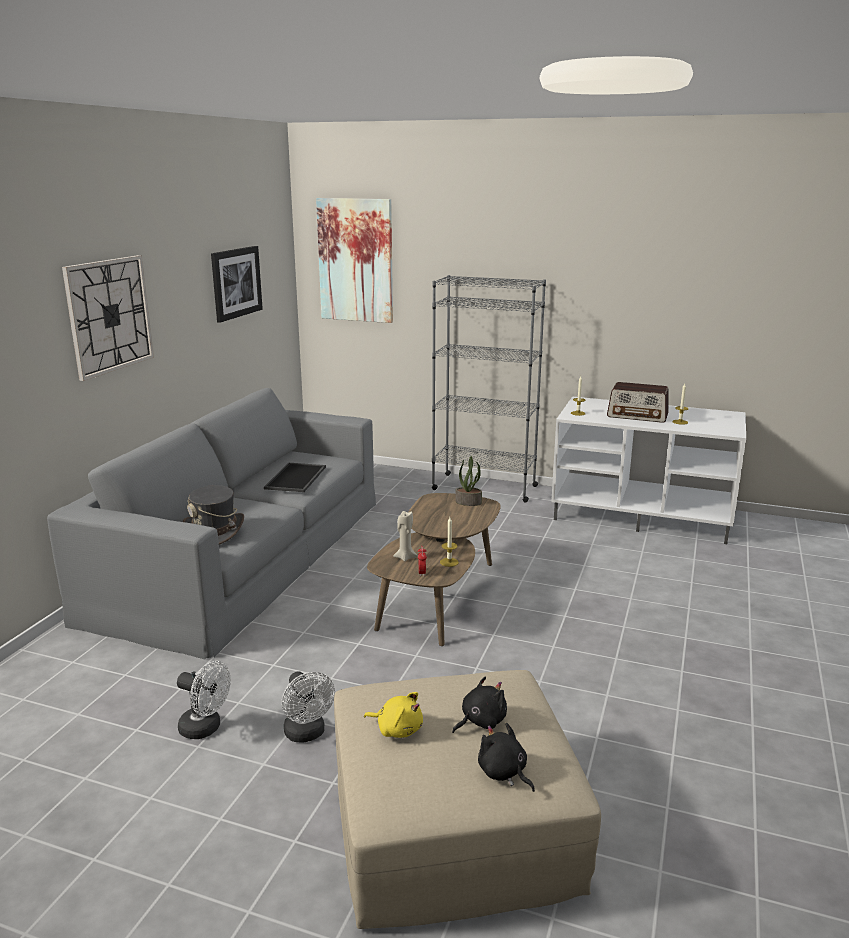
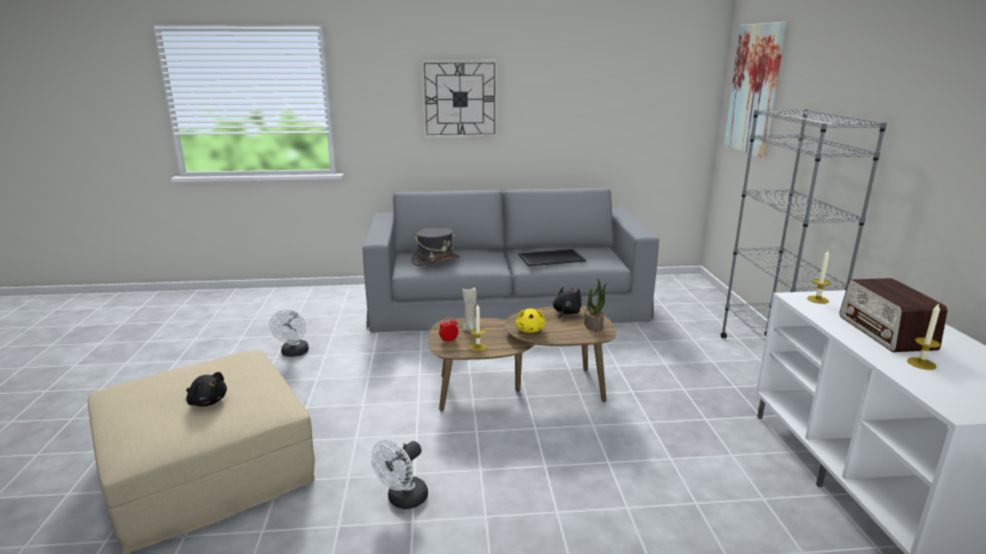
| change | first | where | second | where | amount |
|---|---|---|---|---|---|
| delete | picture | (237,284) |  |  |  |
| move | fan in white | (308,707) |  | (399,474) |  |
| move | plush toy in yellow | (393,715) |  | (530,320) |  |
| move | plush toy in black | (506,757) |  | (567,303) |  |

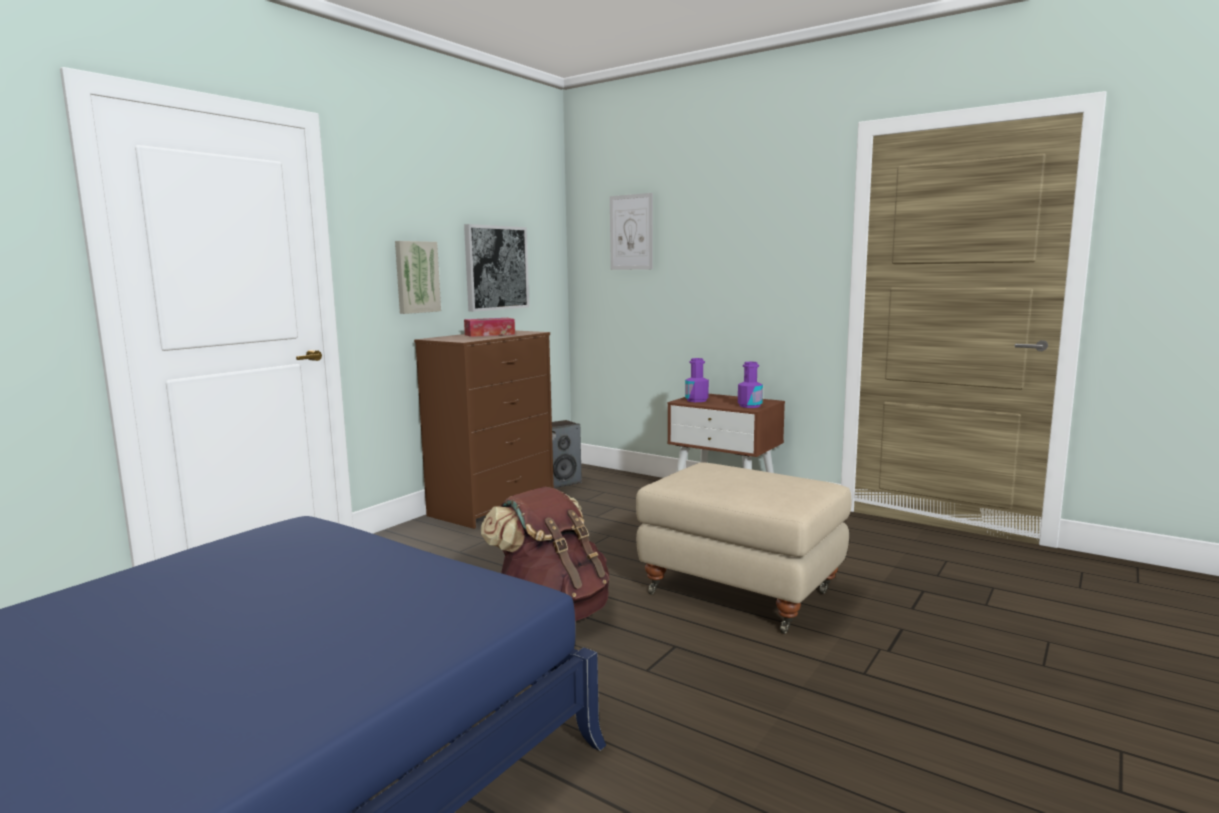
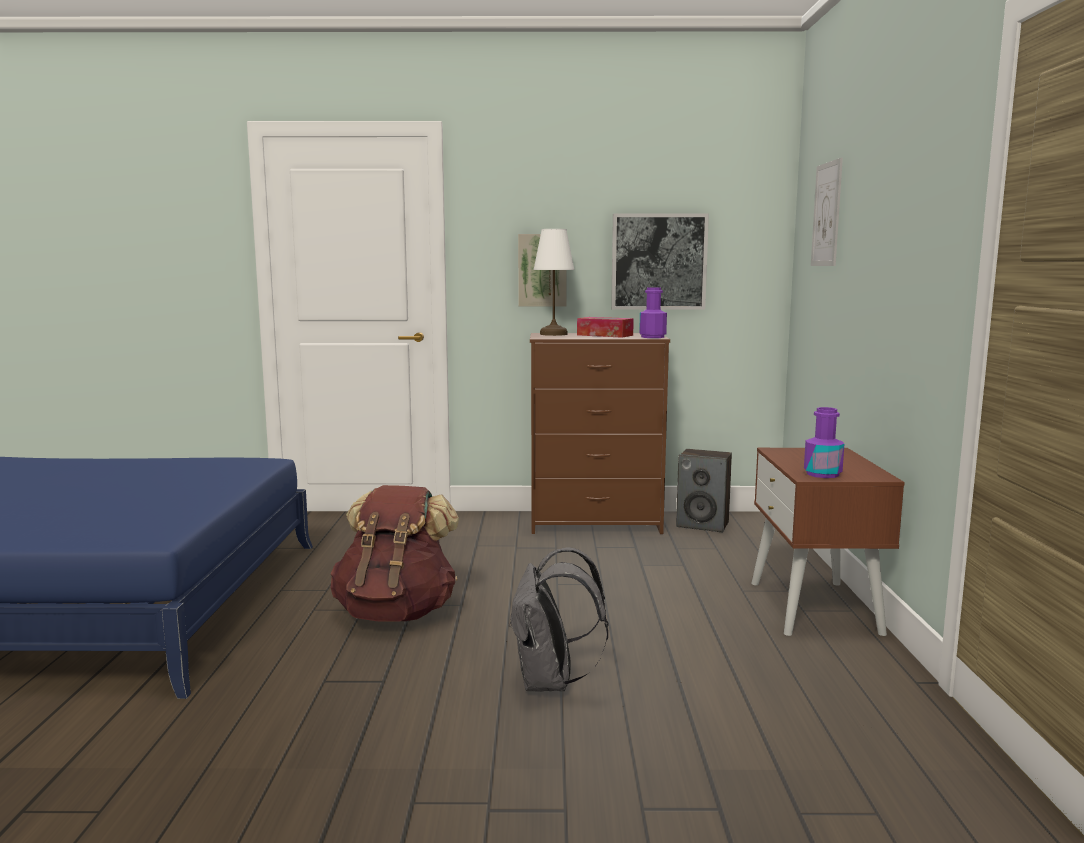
| change | first | where | second | where | amount |
|---|---|---|---|---|---|
| move | bottle in purple | (697,380) |  | (653,312) |  |
| replace | ottoman in beige | (743,548) | backpack in grey | (559,619) |  |
| insert |  |  | table lamp in white | (553,282) |  |

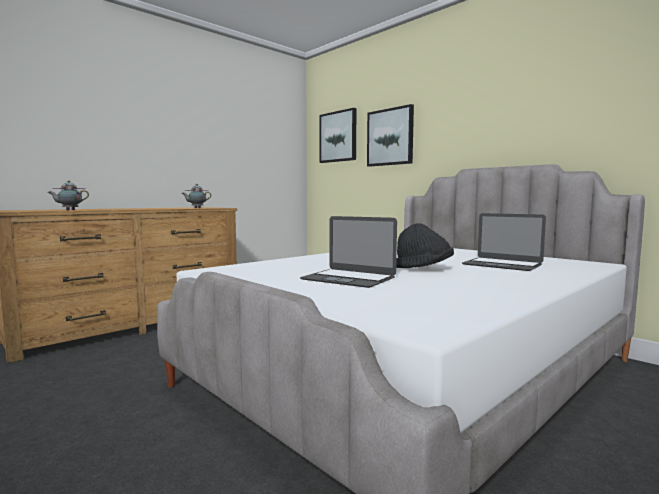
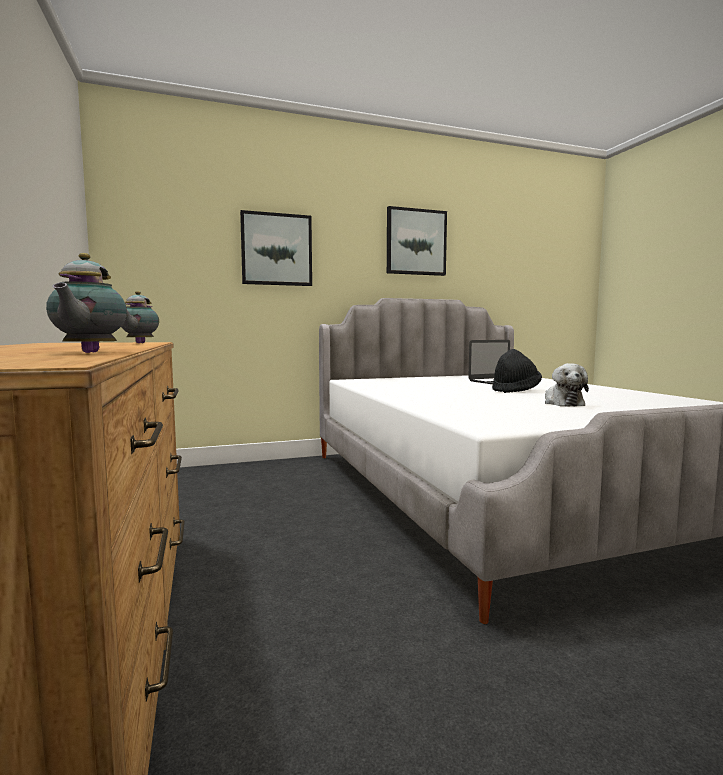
| change | first | where | second | where | amount |
|---|---|---|---|---|---|
| move | picture | (337,135) |  | (417,241) |  |
| replace | laptop | (348,252) | plush toy | (567,385) |  |

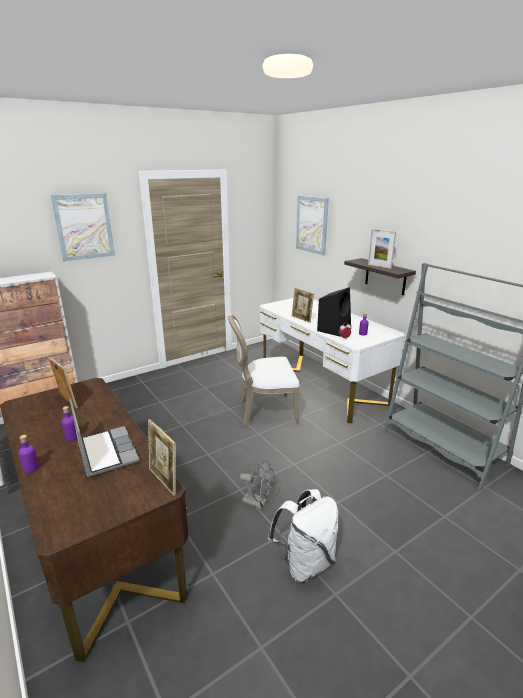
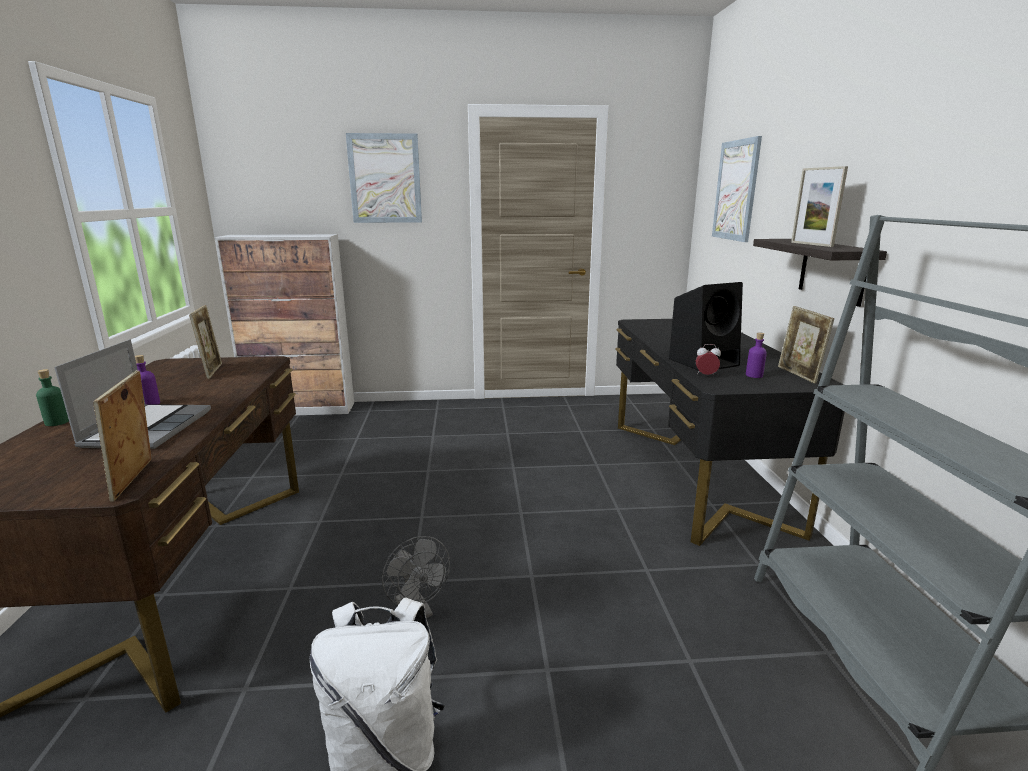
| change | first | where | second | where | amount |
|---|---|---|---|---|---|
| move | picture frame | (303,305) |  | (806,345) |  |
| recolor | desk in white | (332,360) | desk in black | (730,432) |  |
| delete | chair in white | (263,370) |  |  |  |
| recolor | bottle in purple | (29,454) | bottle in green | (52,397) |  |

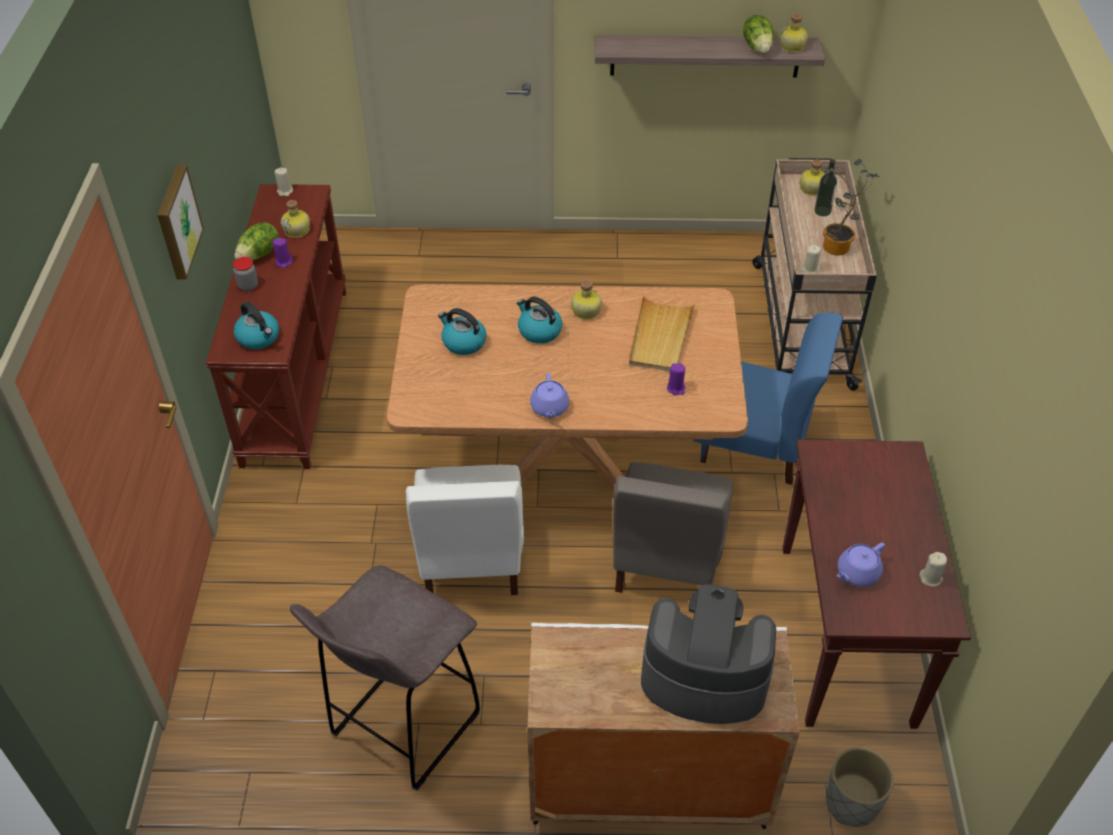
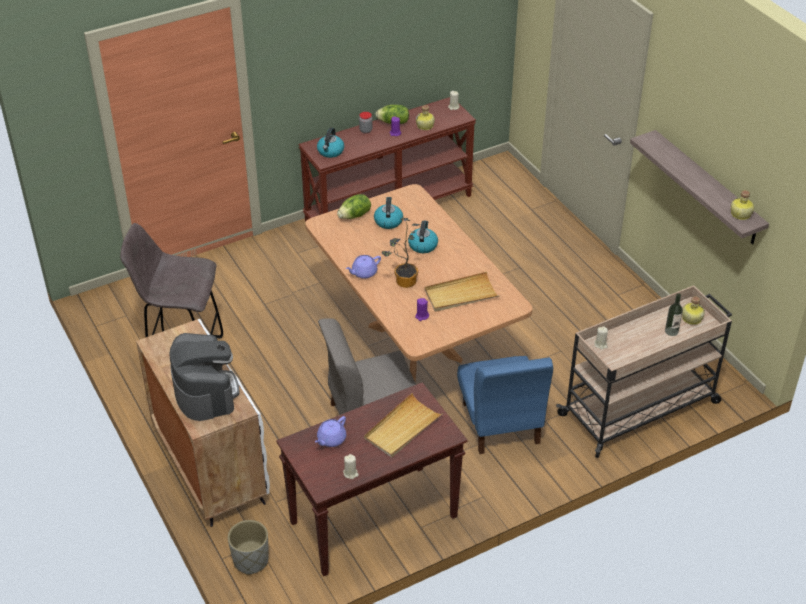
| change | first | where | second | where | amount |
|---|---|---|---|---|---|
| move | lettuce | (758,34) |  | (354,206) |  |
| move | potted plant | (851,207) |  | (401,253) |  |
| delete | picture | (181,222) |  |  |  |
| delete | bottle | (586,300) |  |  |  |
| delete | chair in white | (465,530) |  |  |  |
| rotate | teapot in purple | (861,565) |  | (330,431) | 75 degrees counterclockwise |
| insert |  |  | tray in beige | (403,425) |  |

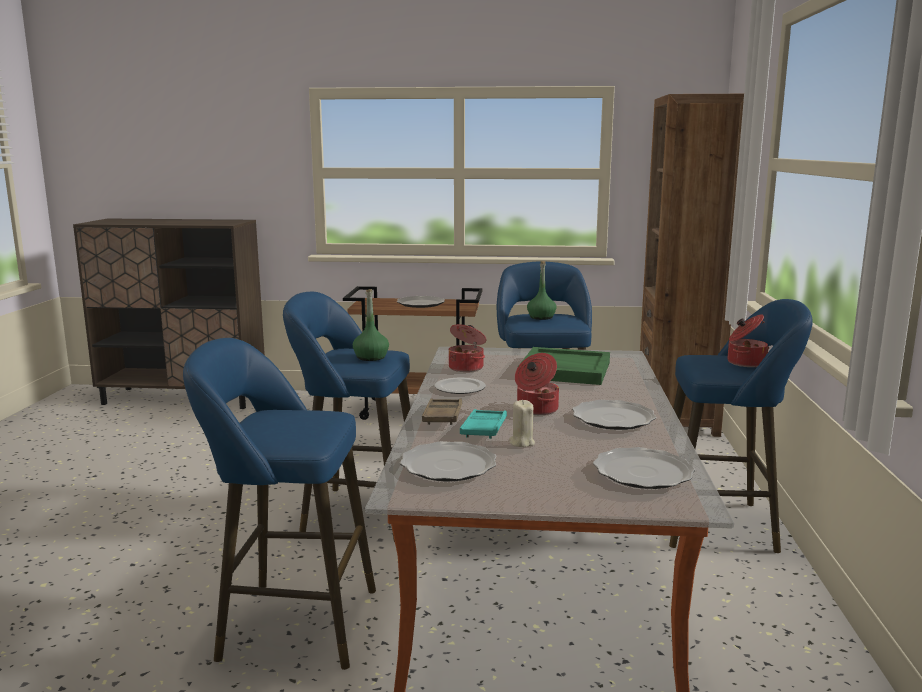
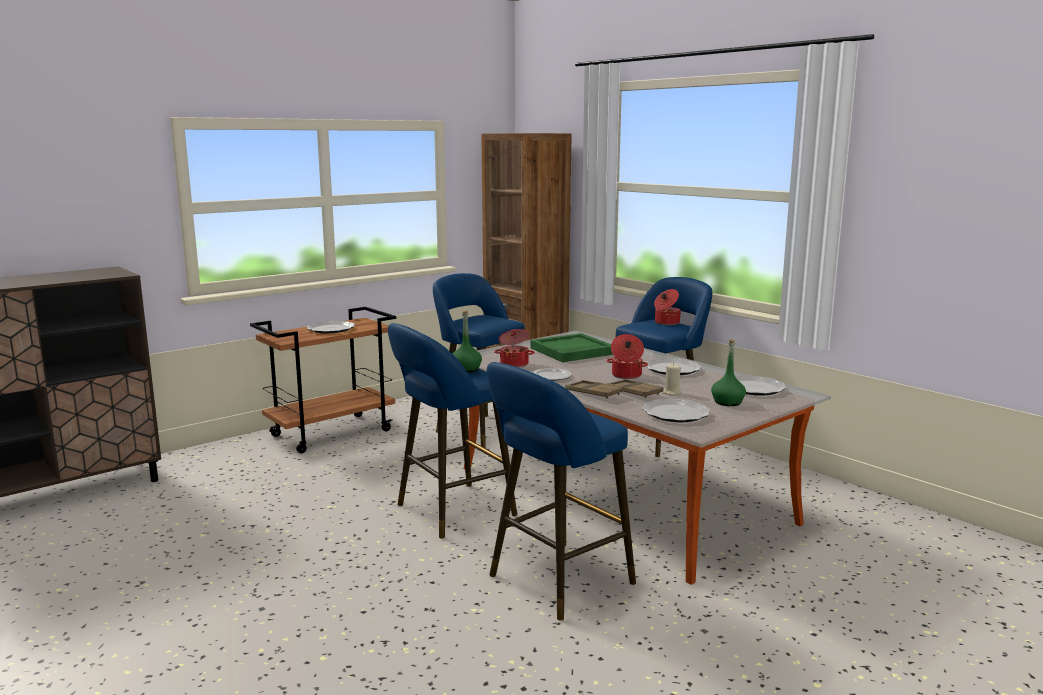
| change | first | where | second | where | amount |
|---|---|---|---|---|---|
| move | bottle in green | (542,290) |  | (728,372) |  |
| recolor | tray in turquoise | (483,424) | tray in brown | (635,388) |  |

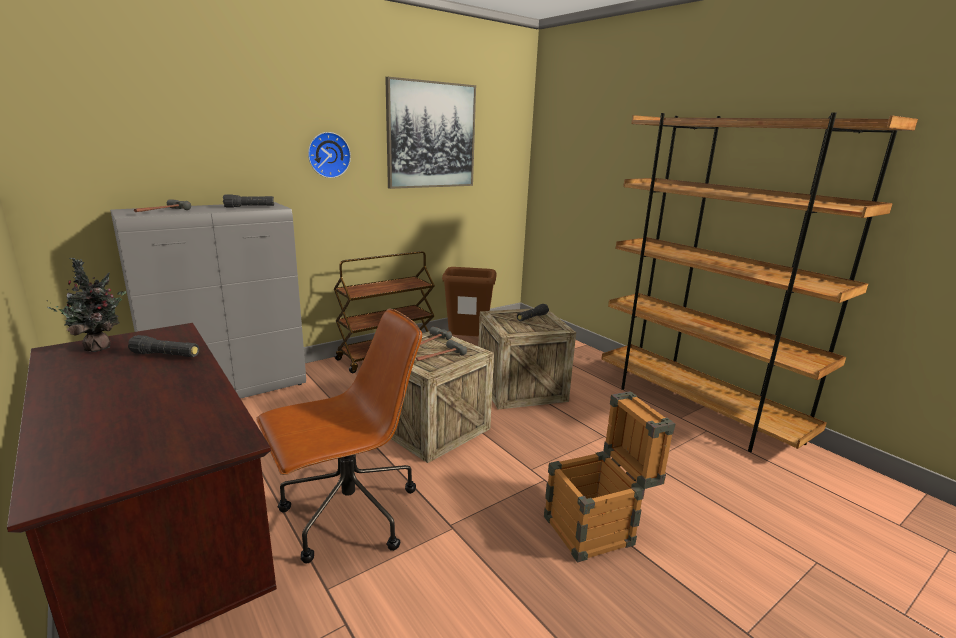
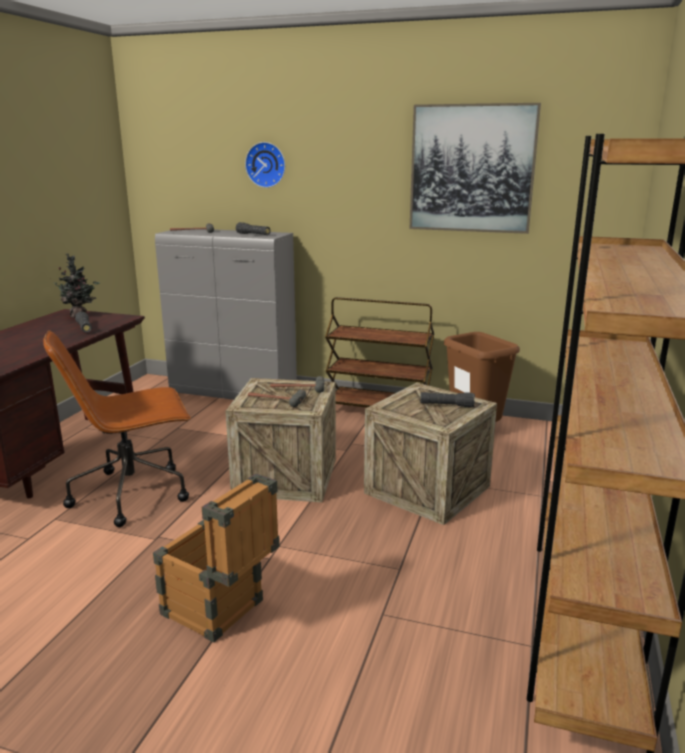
| change | first | where | second | where | amount |
|---|---|---|---|---|---|
| move | wall clock | (329,155) |  | (265,165) |  |
| rotate | office chair in brown | (339,435) |  | (117,428) | 135 degrees clockwise |

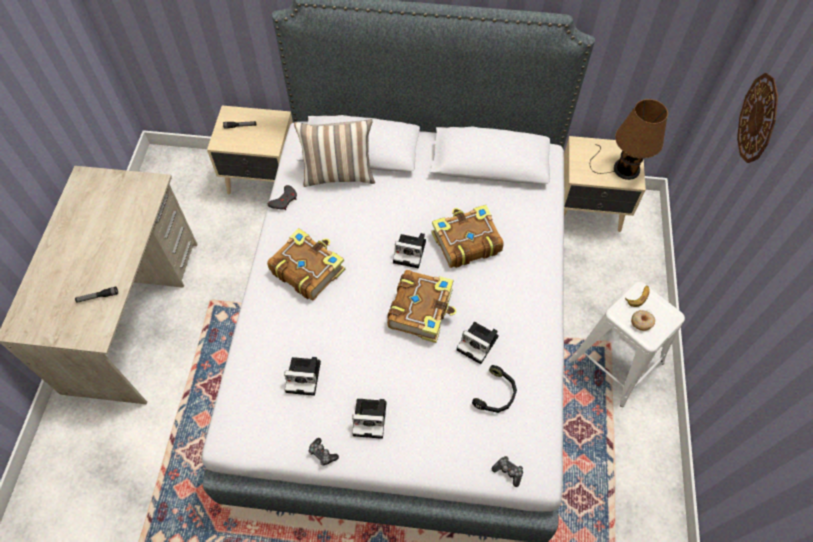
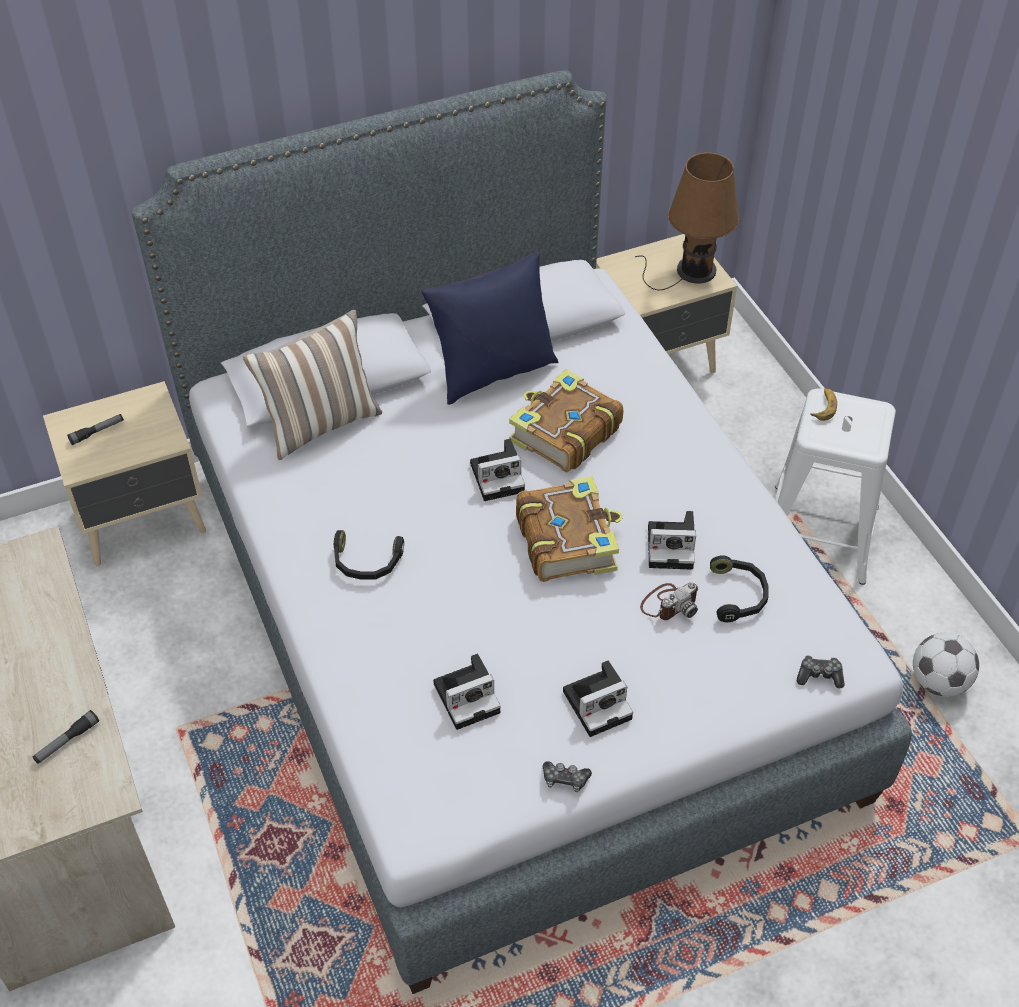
| change | first | where | second | where | amount |
|---|---|---|---|---|---|
| delete | wall clock | (757,118) |  |  |  |
| delete | game controller in grey | (282,197) |  |  |  |
| replace | book | (306,264) | headphones in black | (369,555) |  |
| delete | donut | (643,320) |  |  |  |
| insert |  |  | pillow in blue | (489,328) |  |
| insert |  |  | photo camera | (669,601) |  |
| insert |  |  | football | (946,665) |  |

